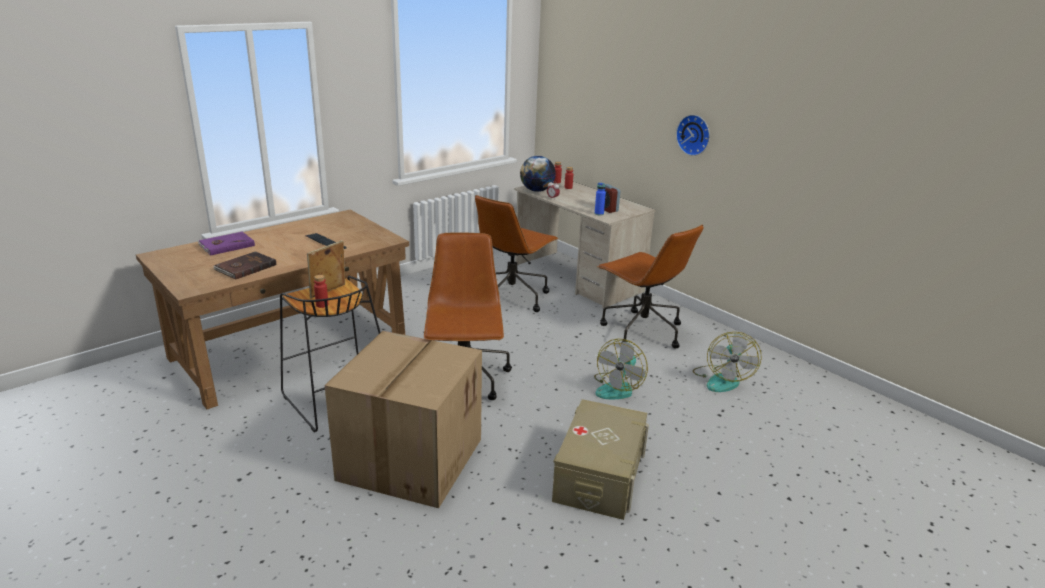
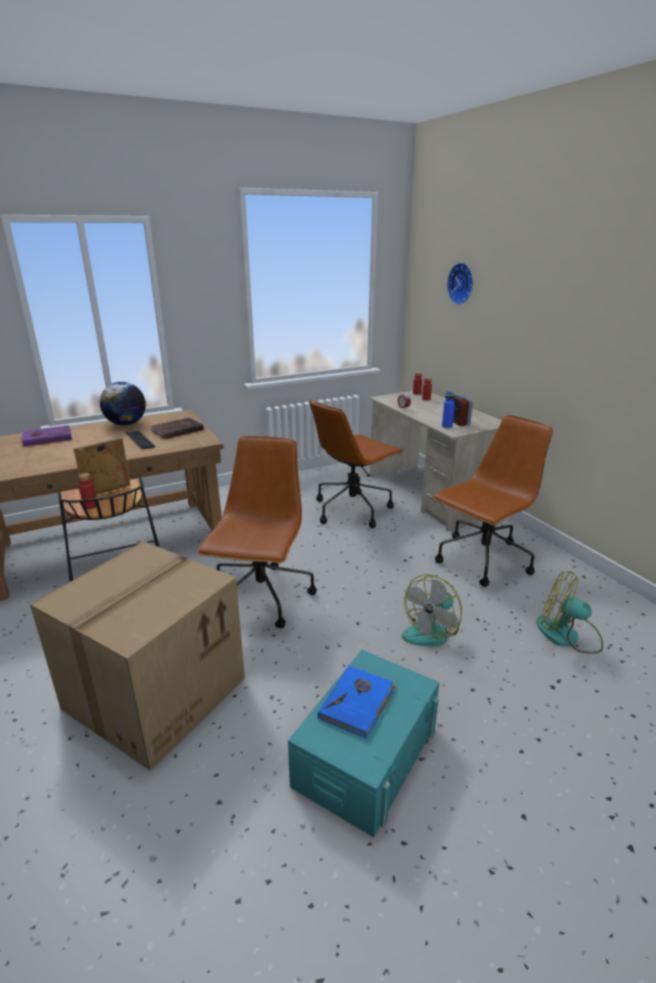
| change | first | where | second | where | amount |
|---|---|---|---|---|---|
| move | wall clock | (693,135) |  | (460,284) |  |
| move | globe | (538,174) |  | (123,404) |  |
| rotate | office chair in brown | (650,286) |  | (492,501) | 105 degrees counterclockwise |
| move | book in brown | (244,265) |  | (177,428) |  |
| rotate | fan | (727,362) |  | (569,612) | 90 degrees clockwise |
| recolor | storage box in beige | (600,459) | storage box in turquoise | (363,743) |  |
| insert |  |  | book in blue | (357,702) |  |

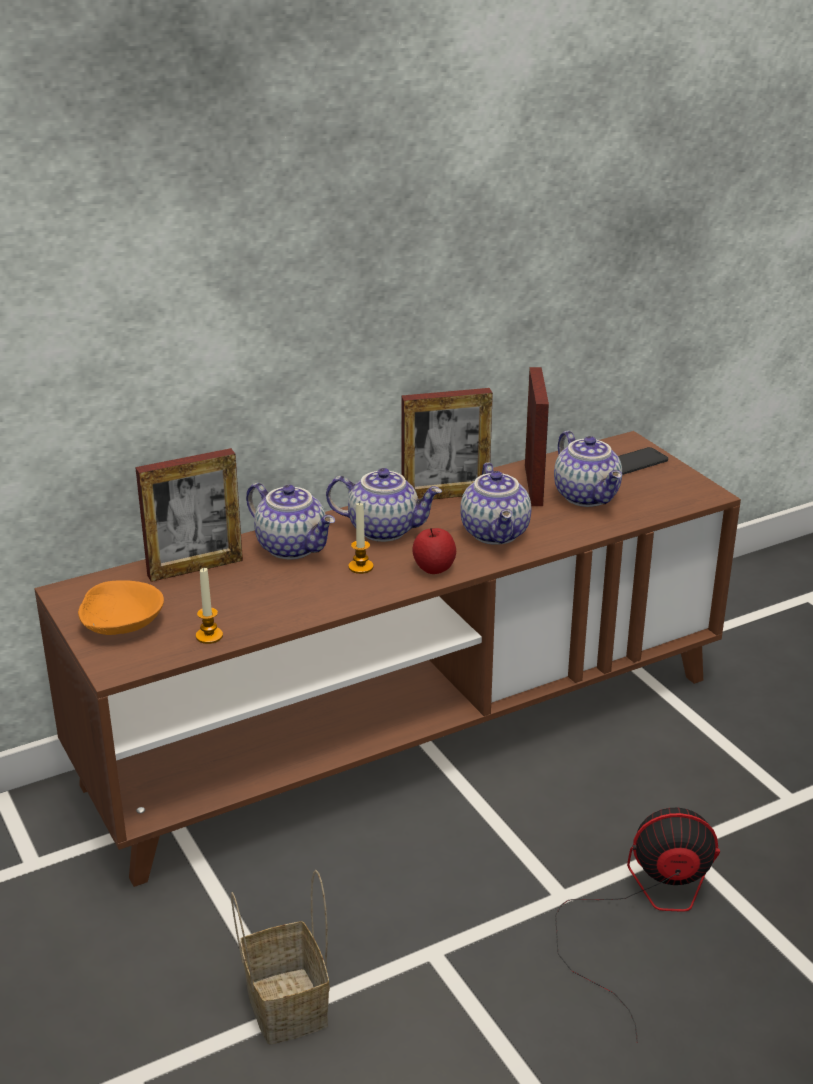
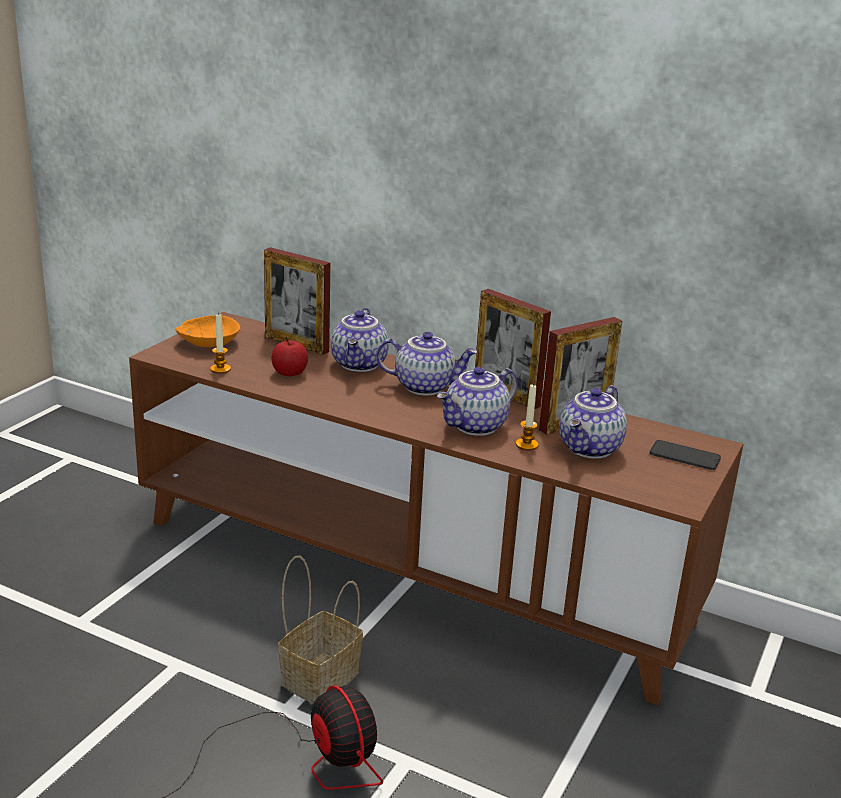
| change | first | where | second | where | amount |
|---|---|---|---|---|---|
| rotate | teapot | (384,505) |  | (427,364) | 60 degrees counterclockwise |
| move | candle | (361,537) |  | (527,417) |  |
| move | apple | (434,551) |  | (289,357) |  |
| move | basket | (280,957) |  | (320,629) |  |

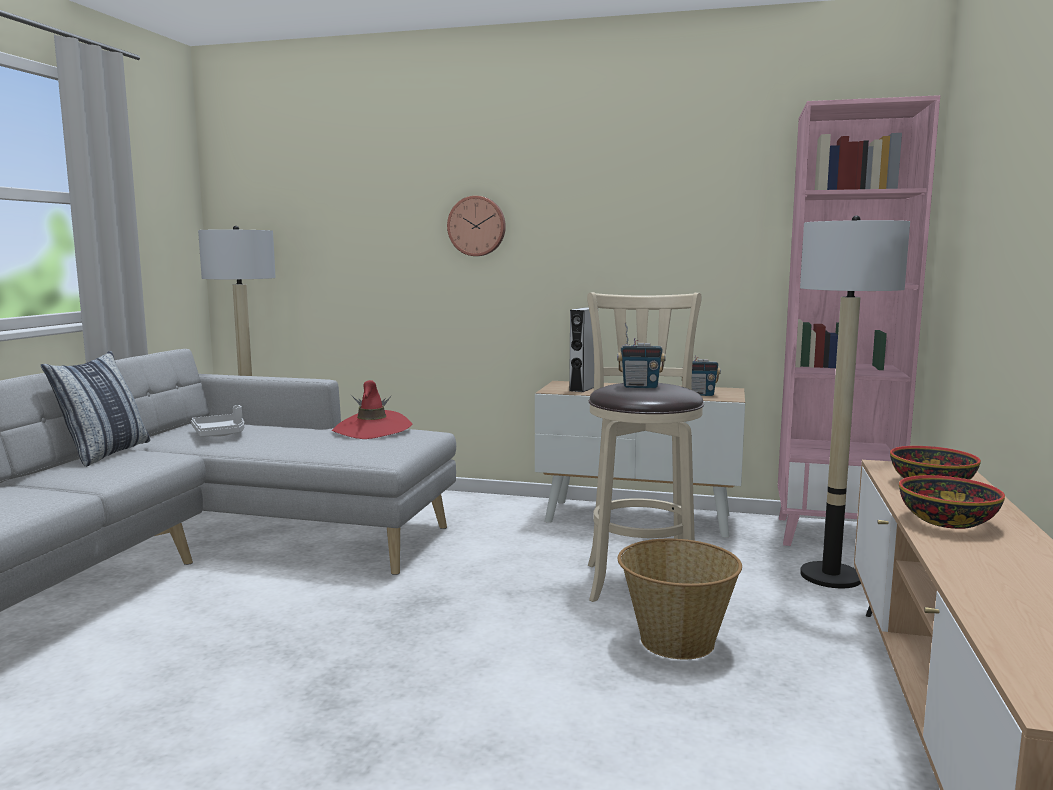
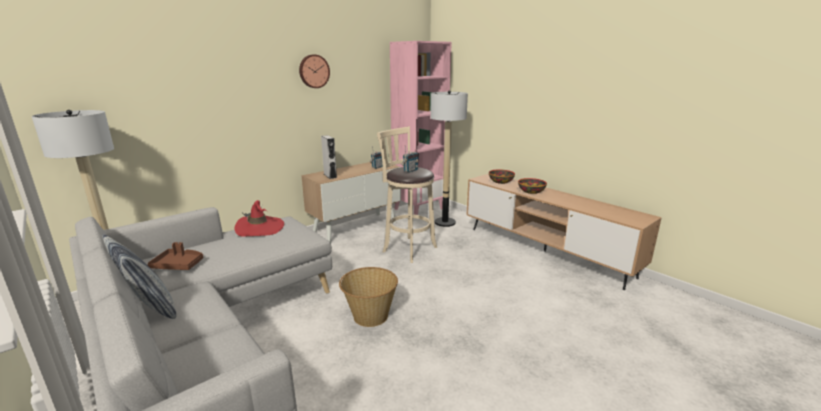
| change | first | where | second | where | amount |
|---|---|---|---|---|---|
| move | wall clock | (476,226) |  | (314,71) |  |
| recolor | tray in grey | (217,421) | tray in brown | (175,256) |  |
| move | basket | (680,599) |  | (368,297) |  |

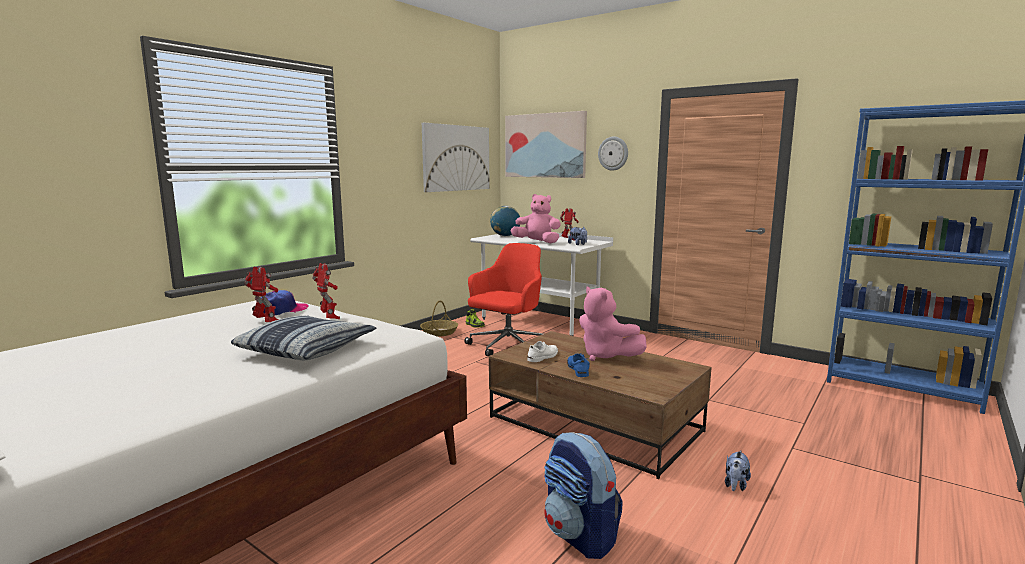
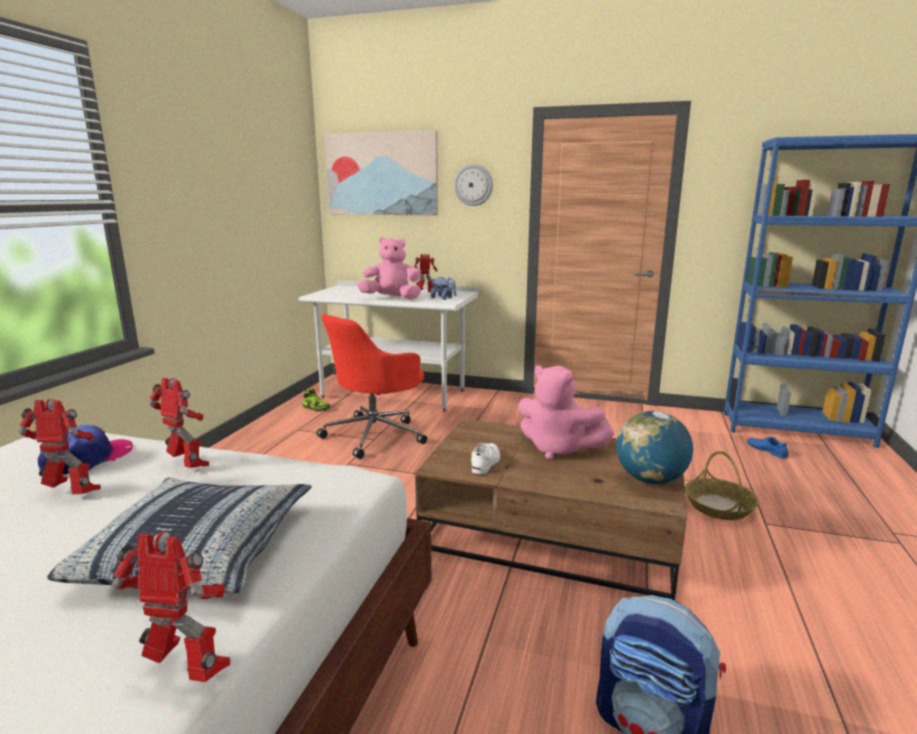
| change | first | where | second | where | amount |
|---|---|---|---|---|---|
| delete | picture | (456,157) |  |  |  |
| move | globe | (505,221) |  | (654,447) |  |
| rotate | office chair in red | (503,299) |  | (372,386) | 150 degrees counterclockwise |
| move | basket | (439,318) |  | (722,485) |  |
| move | shoe in blue | (578,365) |  | (768,447) |  |
| delete | plush toy | (738,470) |  |  |  |
| insert |  |  | toy robot | (171,606) |  |

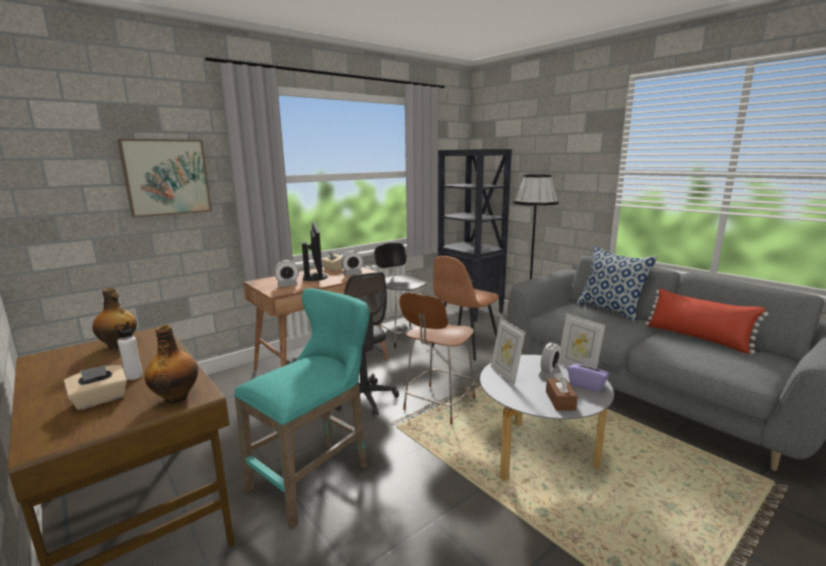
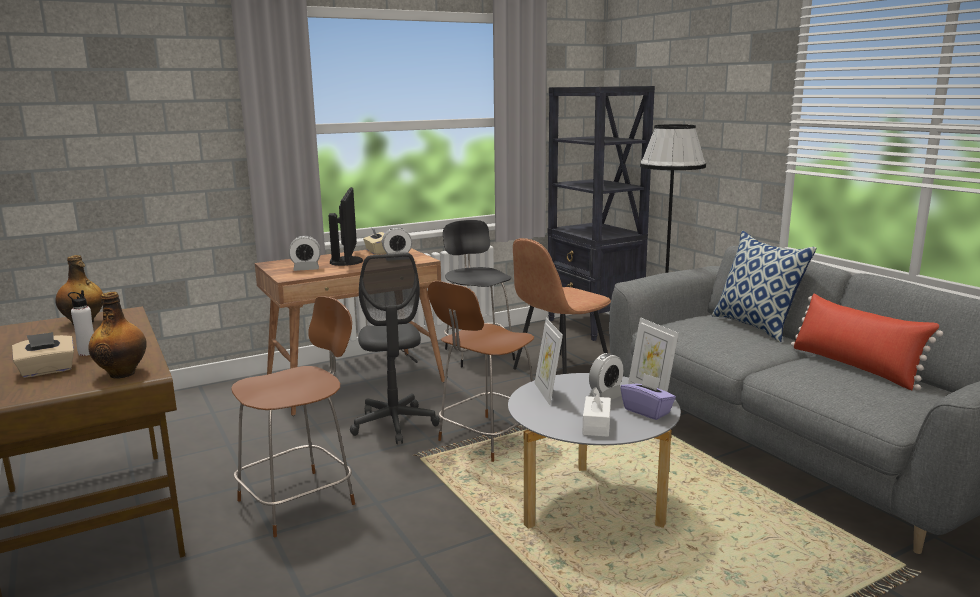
| change | first | where | second | where | amount |
|---|---|---|---|---|---|
| delete | picture | (165,178) |  |  |  |
| replace | stool in turquoise | (301,408) | chair in brown | (293,416) |  |
| recolor | tissue box in brown | (562,391) | tissue box in white | (596,412) |  |

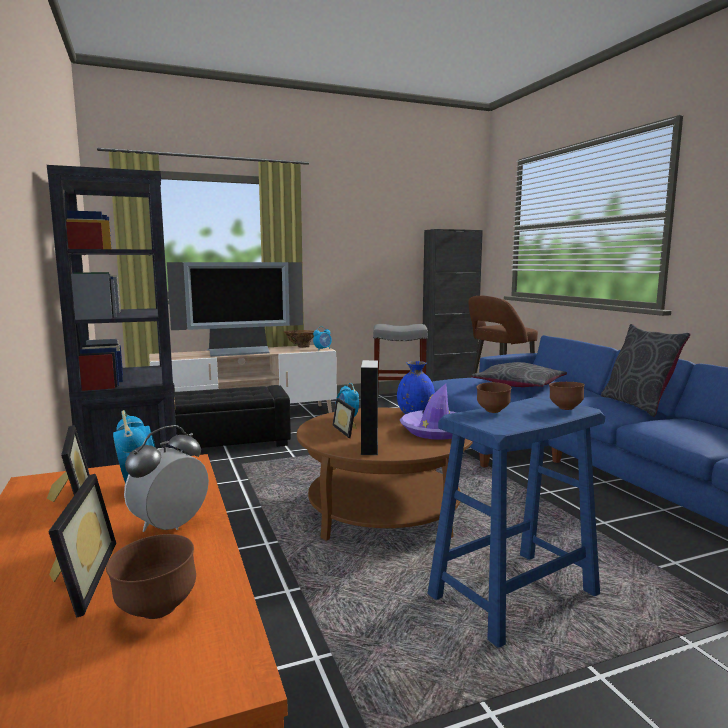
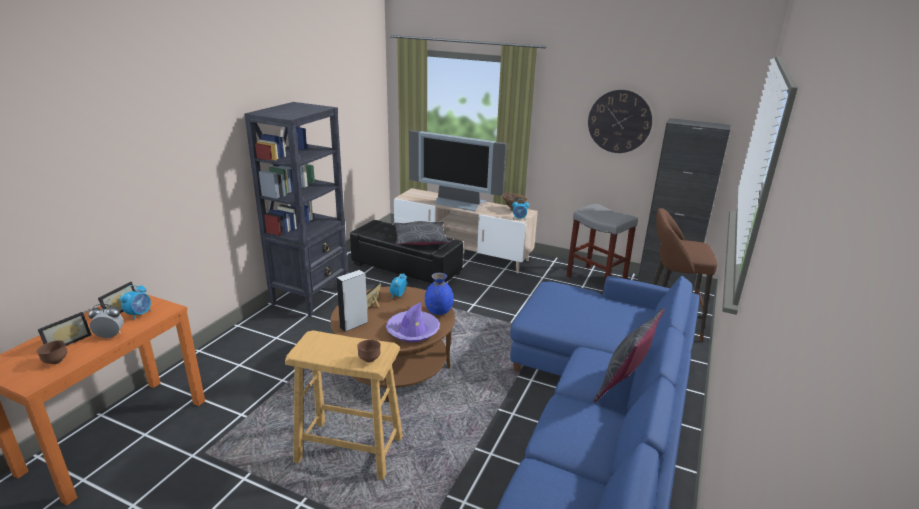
| change | first | where | second | where | amount |
|---|---|---|---|---|---|
| move | pillow in grey | (519,374) |  | (421,233) |  |
| delete | bowl in brown | (494,397) |  |  |  |
| recolor | stool in blue | (516,522) | stool in beige | (344,405) |  |
| insert |  |  | wall clock | (620,121) |  |

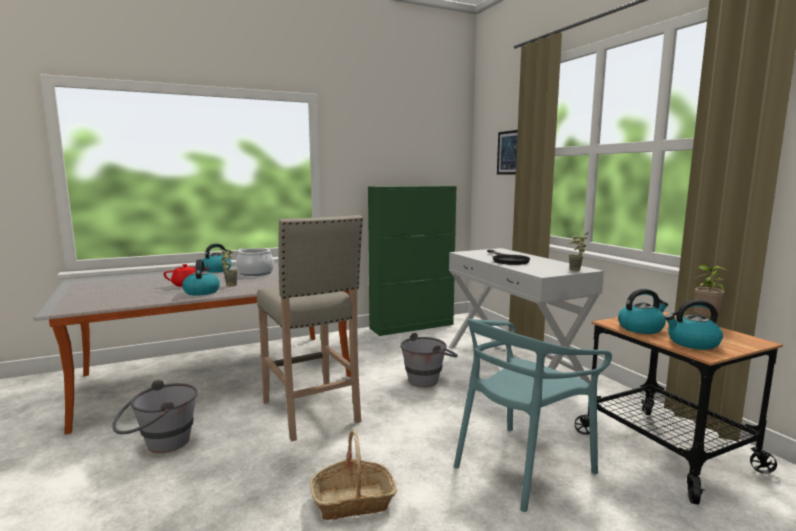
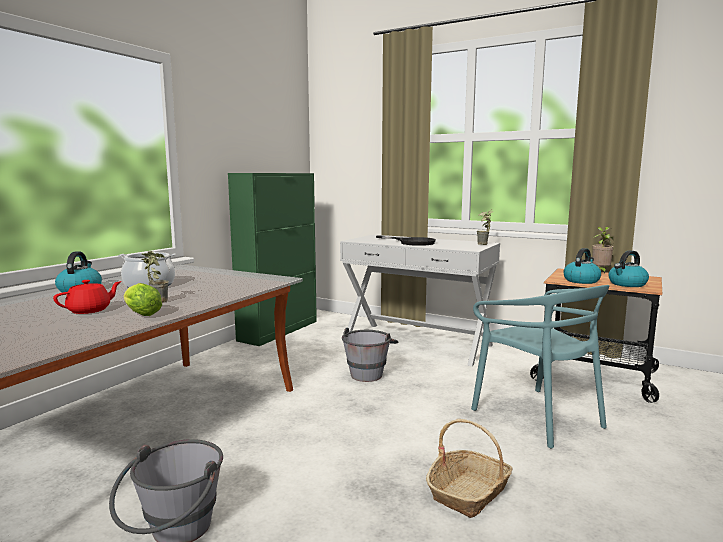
| change | first | where | second | where | amount |
|---|---|---|---|---|---|
| delete | picture | (507,152) |  |  |  |
| delete | stool in beige | (310,328) |  |  |  |
| replace | kettle | (201,277) | lettuce | (143,299) |  |
| rotate | chair in turquoise | (533,415) |  | (540,366) | 45 degrees counterclockwise |

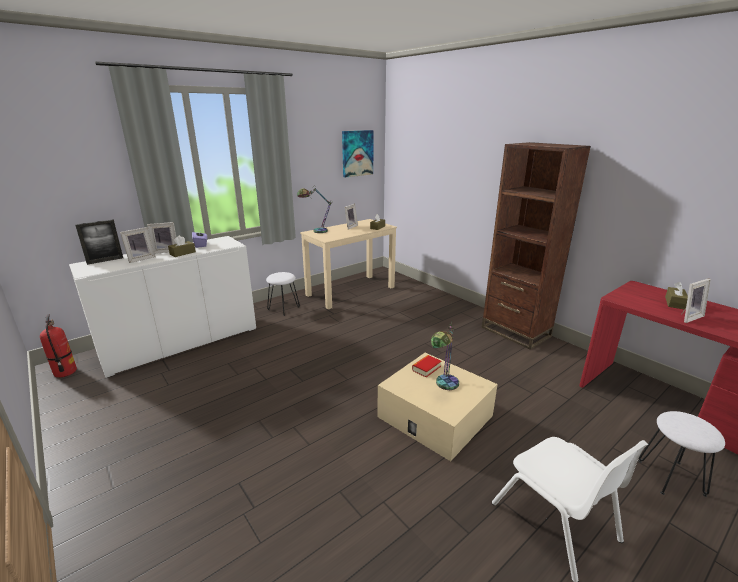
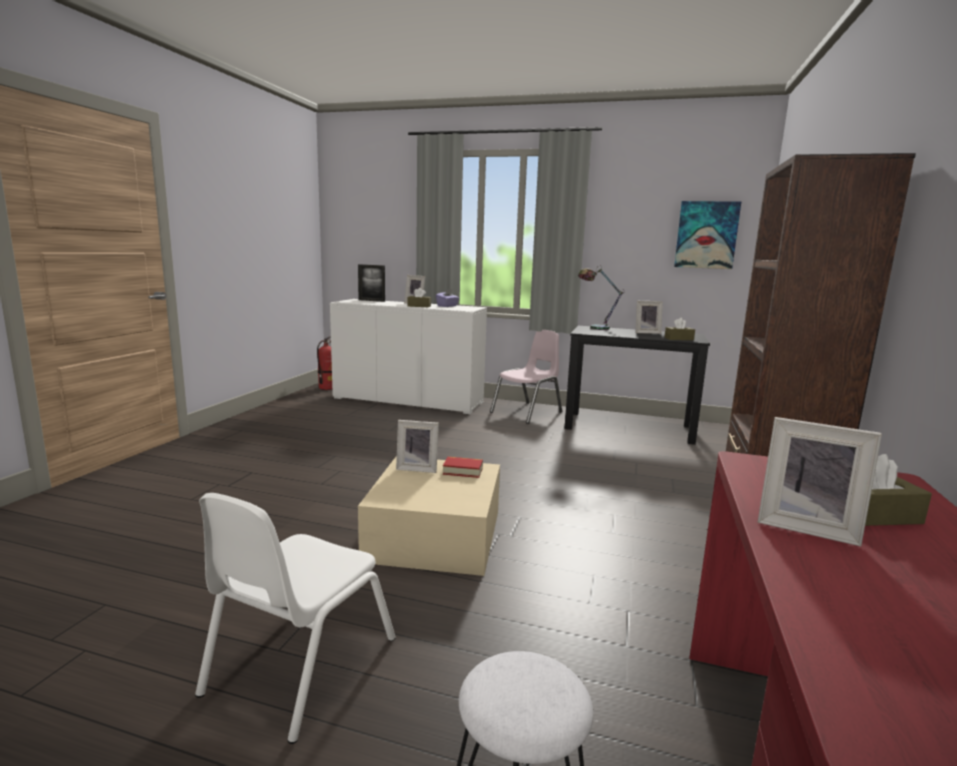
| change | first | where | second | where | amount |
|---|---|---|---|---|---|
| recolor | desk in beige | (348,264) | desk in black | (637,385) |  |
| move | picture frame | (138,245) |  | (417,446) |  |
| replace | stool in white | (283,294) | chair in pink | (526,377) |  |
| delete | table lamp | (445,357) |  |  |  |

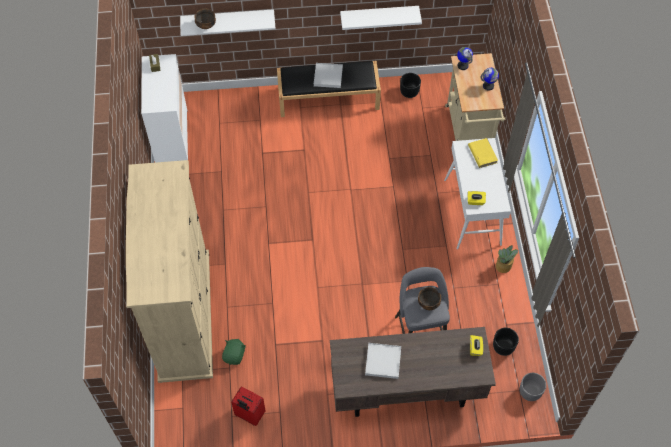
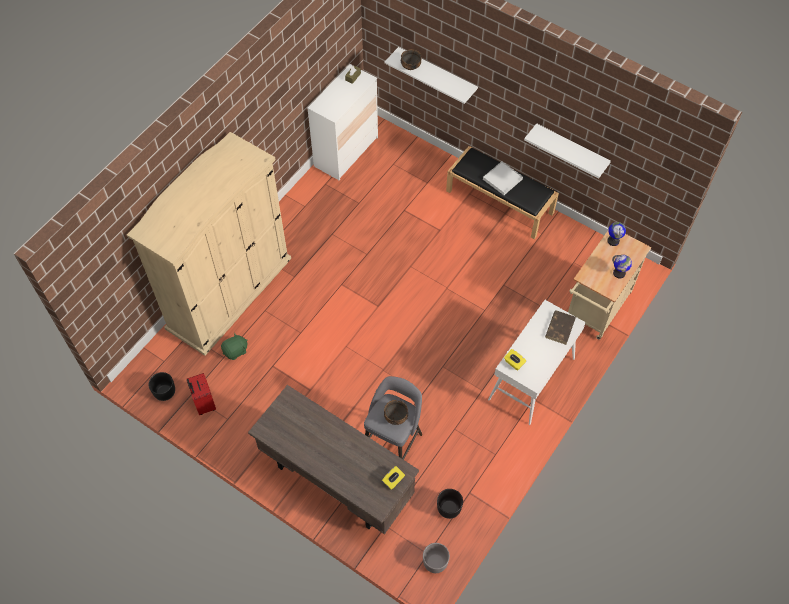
| change | first | where | second | where | amount |
|---|---|---|---|---|---|
| move | planter in black | (410,85) |  | (162,386) |  |
| recolor | book in yellow | (483,153) | book in brown | (560,327) |  |
| delete | potted plant | (507,259) |  |  |  |
| delete | tray in white | (383,361) |  |  |  |

